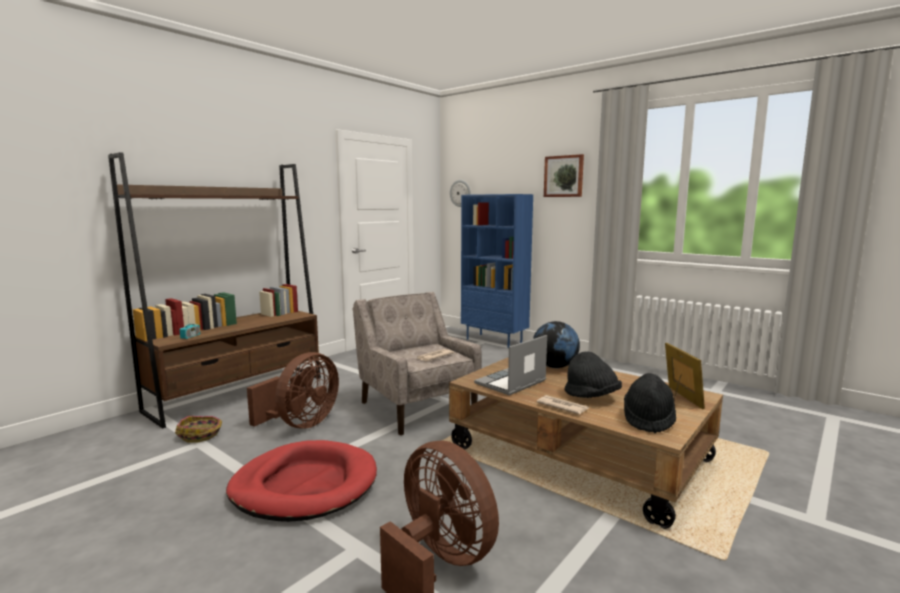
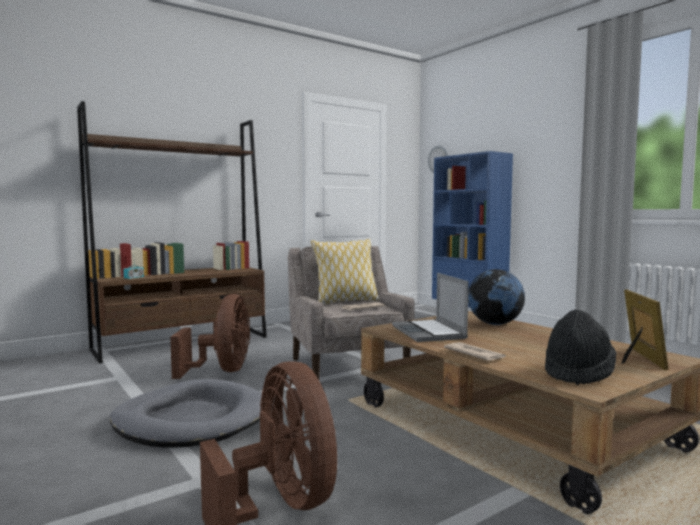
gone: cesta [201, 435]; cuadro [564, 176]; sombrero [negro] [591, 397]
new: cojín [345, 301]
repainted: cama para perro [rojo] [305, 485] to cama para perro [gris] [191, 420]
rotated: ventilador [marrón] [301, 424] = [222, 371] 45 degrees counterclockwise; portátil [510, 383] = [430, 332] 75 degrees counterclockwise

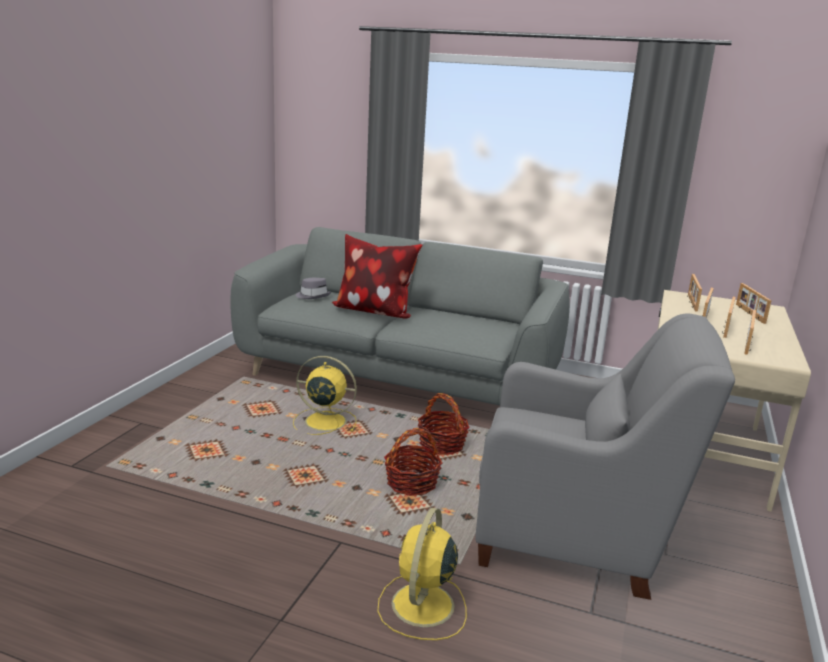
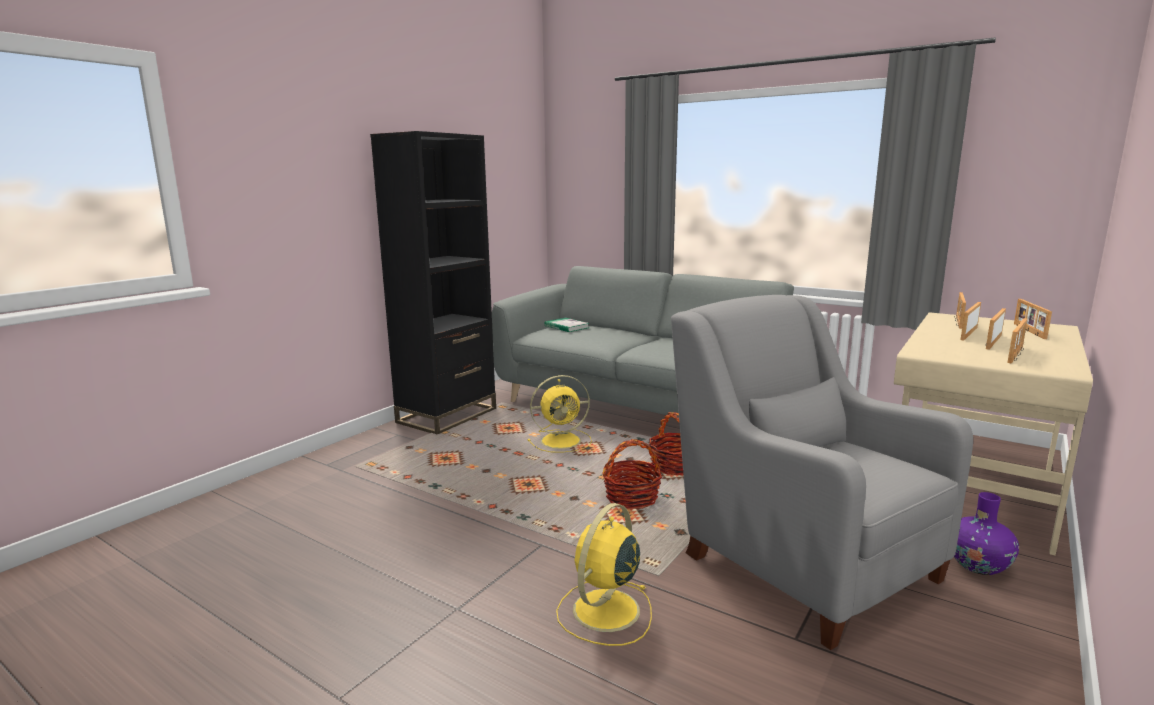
gone: cojín [374, 312]
new: estantería [negro] [447, 415]; florero [morado] [978, 565]
swapped: sombrero [gris] [313, 296] to libro [566, 327]
rotated: ventilador [amarillo] [323, 421] = [562, 441] 135 degrees clockwise; sillón [gris] [577, 535] = [799, 560] 150 degrees counterclockwise

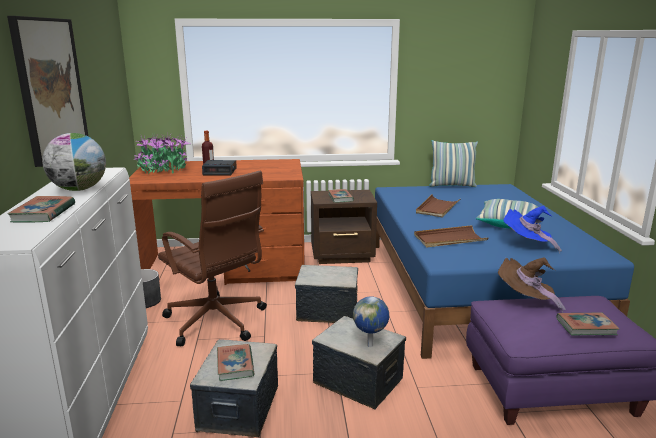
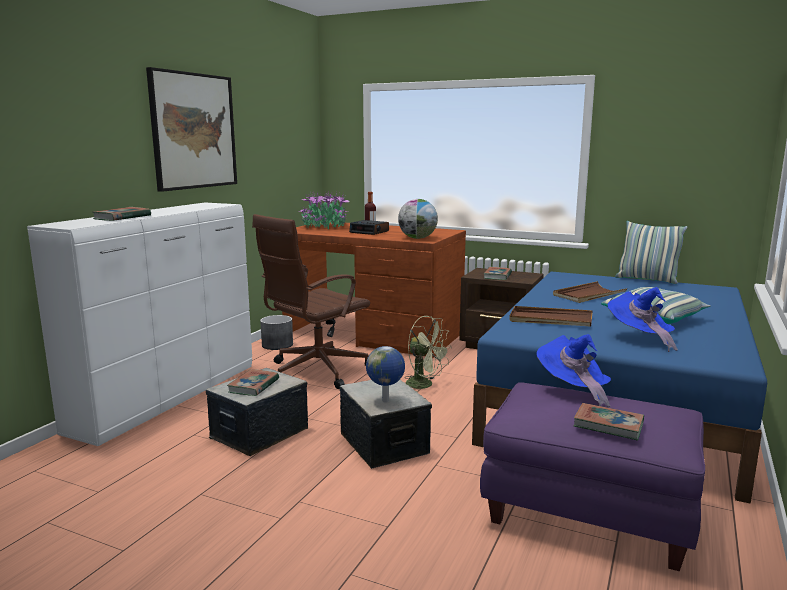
shifted: globo terráqueo [79, 189] to [417, 238]
swapped: caja de almacenaje [327, 311] to ventilador [verde] [425, 385]
repainted: sombrero [marrón] [525, 300] to sombrero [azul] [573, 390]
rotated: silla de oficina [marrón] [217, 322] = [315, 371] 60 degrees clockwise

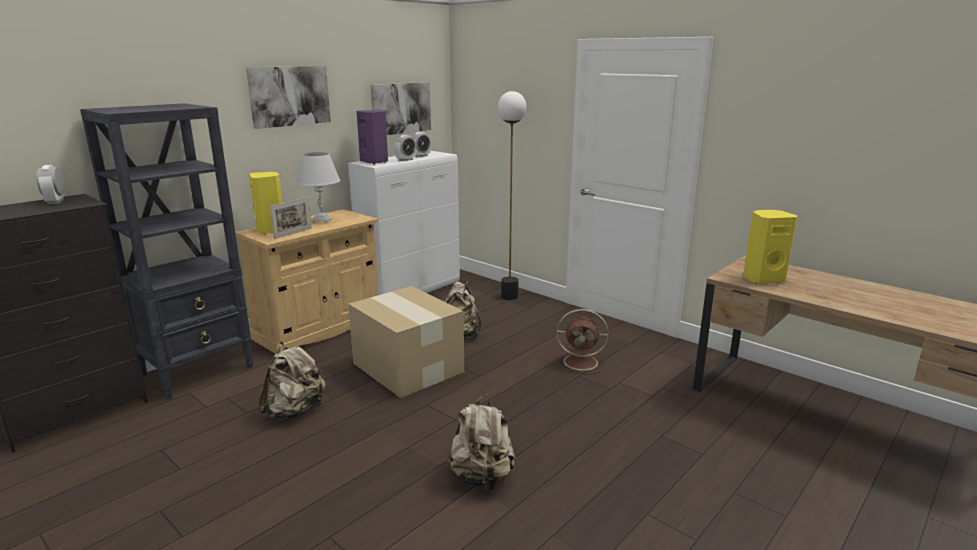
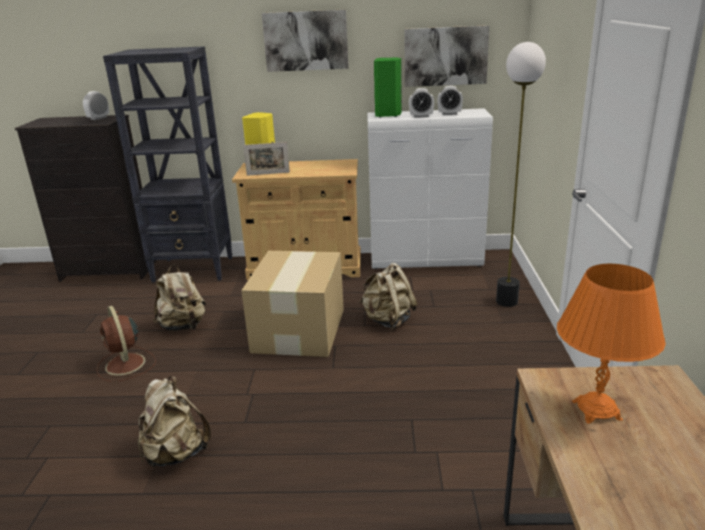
gone: lámpara de mesa [blanco] [322, 221]
shifted: ventilador [marrón] [582, 362] to [126, 365]
swapped: altavoz [amarillo] [762, 279] to lámpara de mesa [naranja] [596, 410]
repainted: altavoz [morado] [375, 162] to altavoz [verde] [388, 115]

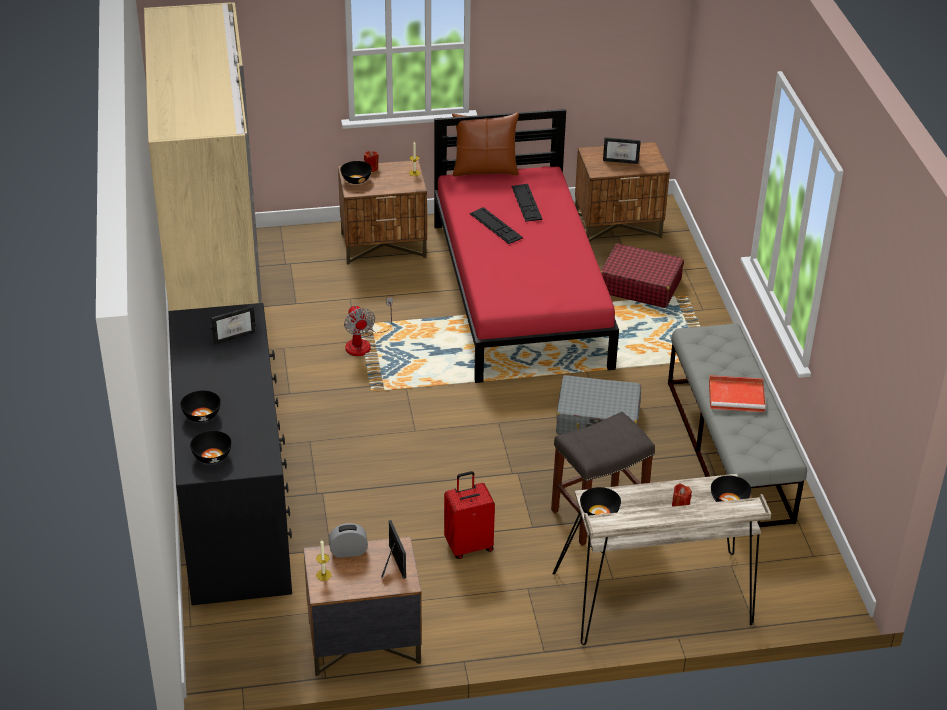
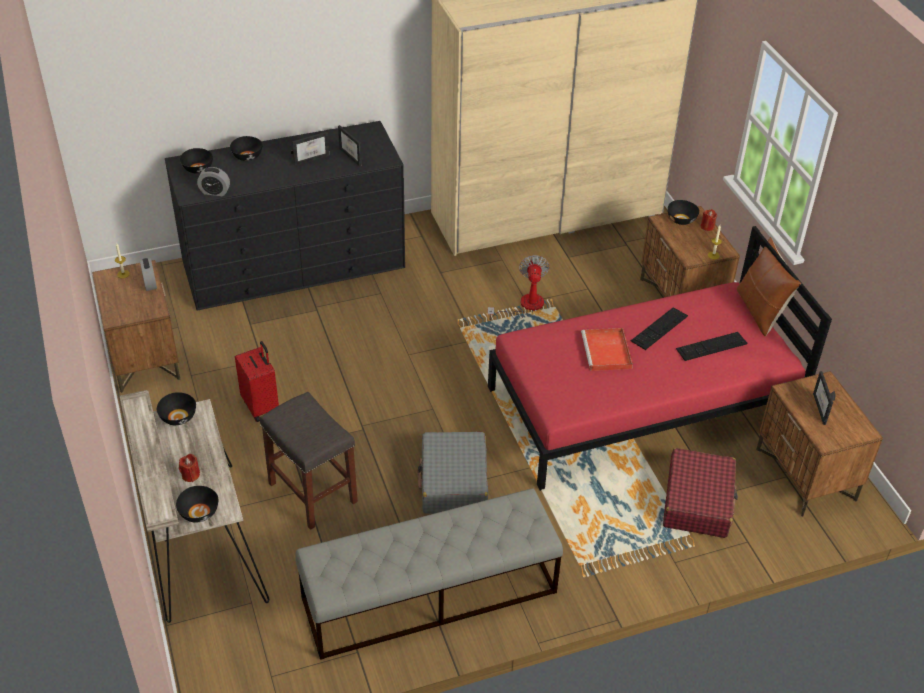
new: despertador [215, 192]
shifted: portarretratos [392, 562] to [311, 158]; bandeja [rojo] [737, 396] to [607, 352]
rotated: ventilador [363, 343] = [524, 306] 120 degrees clockwise

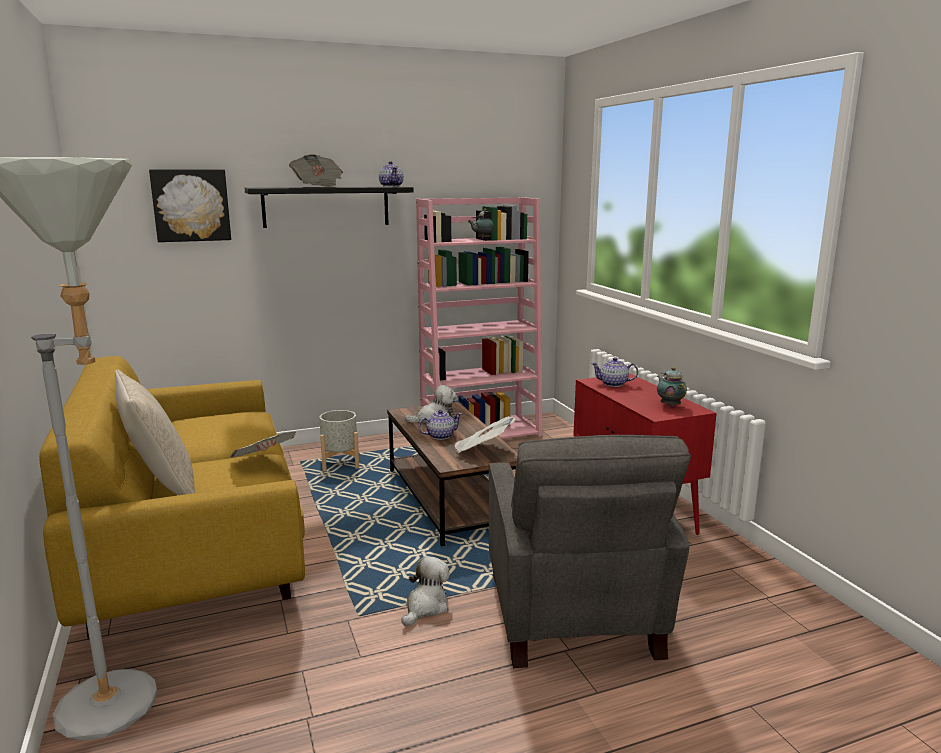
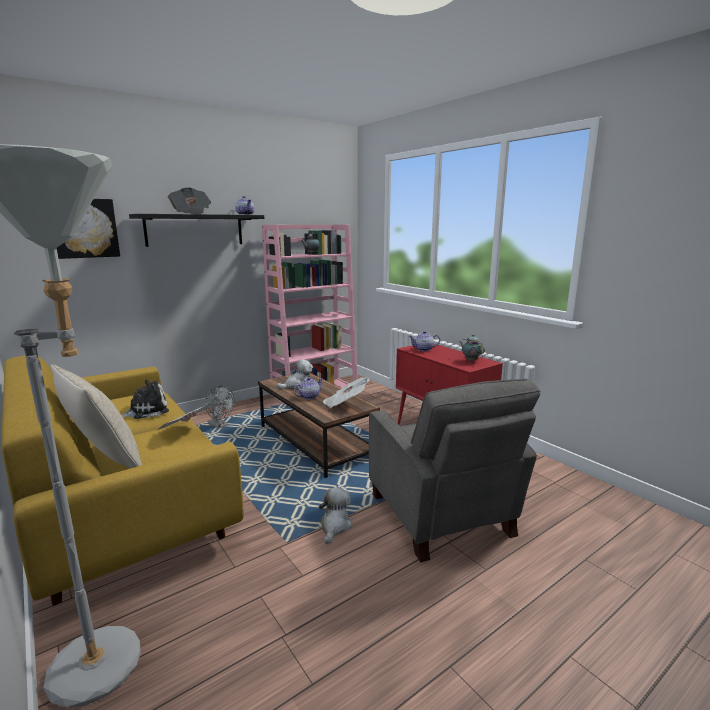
new: peluche [146, 411]
swapped: maceta [gris] [340, 463] to ventilador [gris] [220, 425]

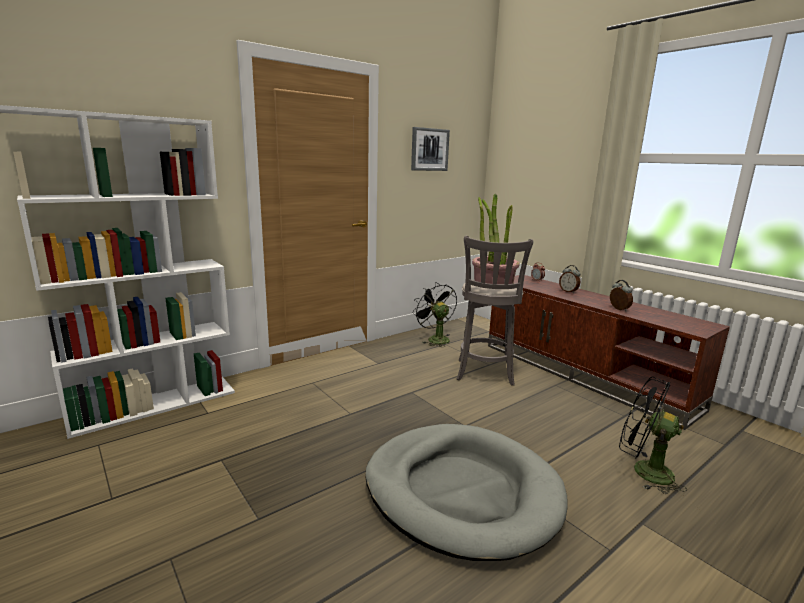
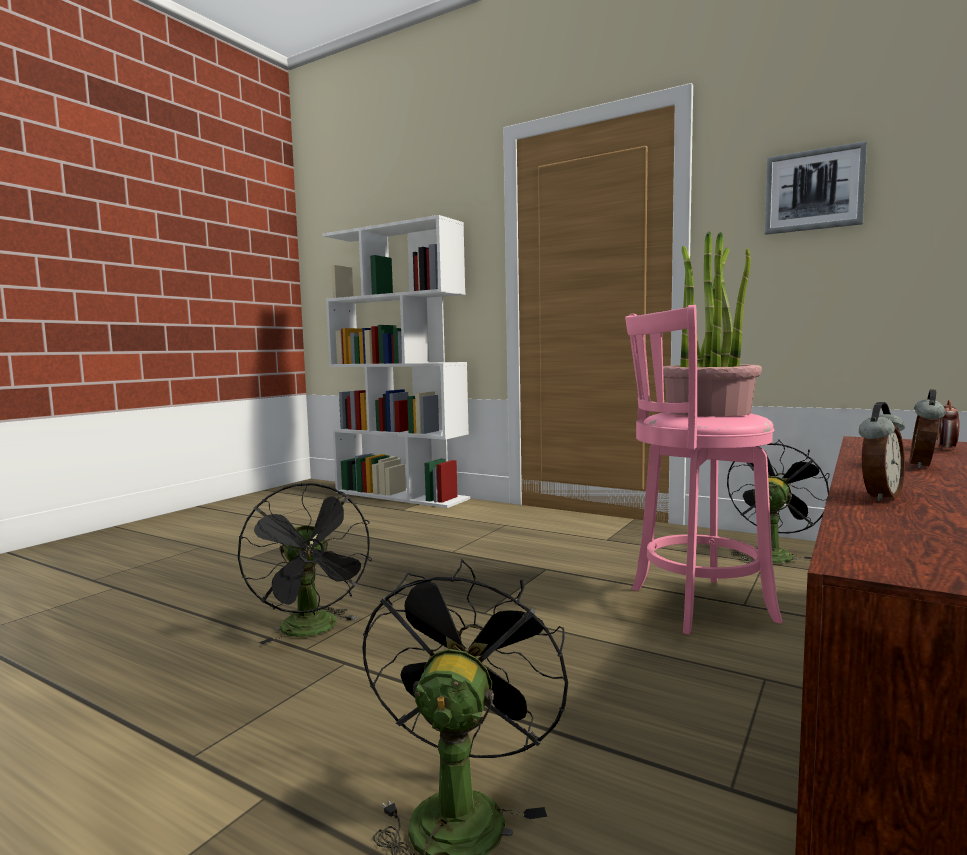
swapped: cama para perro [gris] [461, 492] to ventilador [negro] [313, 630]
repainted: taburete [gris] [484, 374] to taburete [rosa] [694, 605]

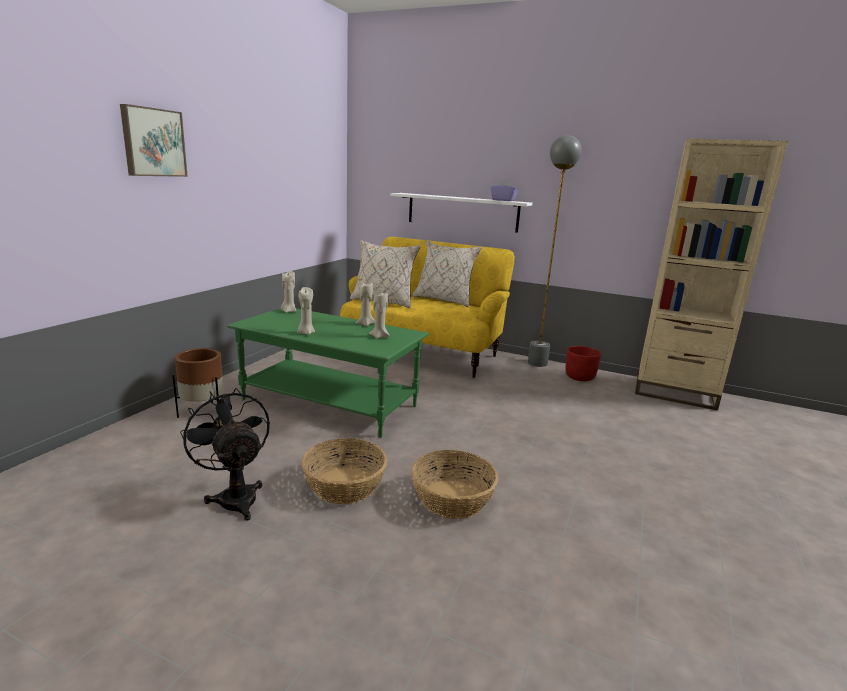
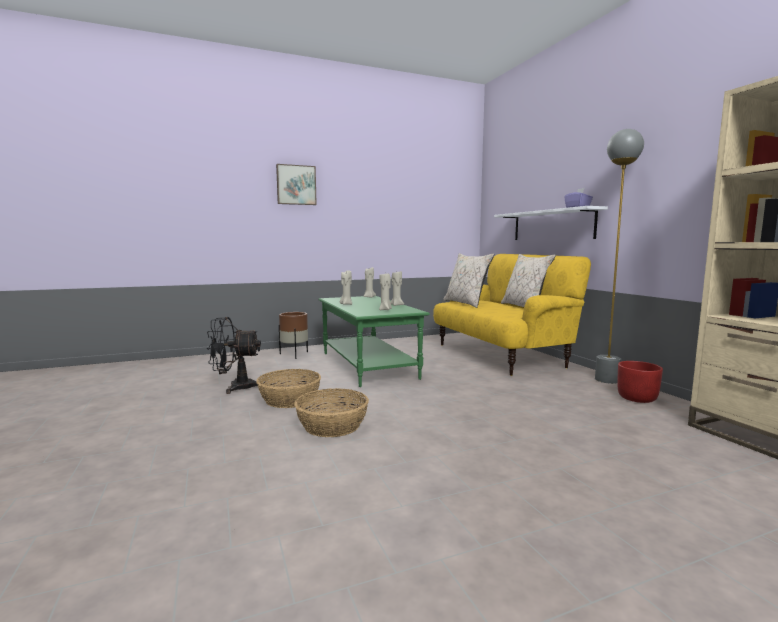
rotated: ventilador [negro] [235, 496] = [235, 387] 105 degrees counterclockwise

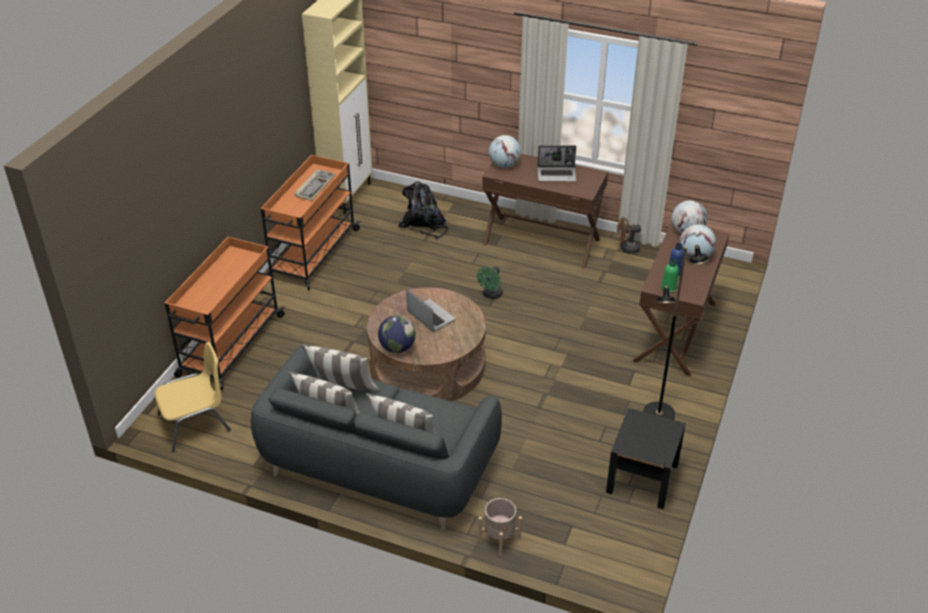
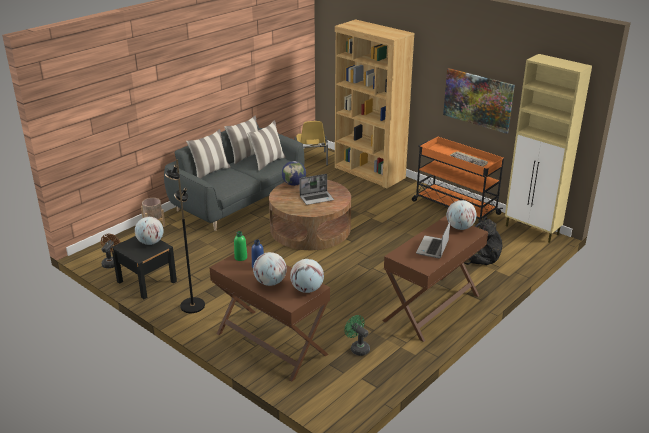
new: globo terráqueo [150, 242]; cuadro [478, 100]
shifted: ventilador [verde] [491, 295] to [357, 348]; ventilador [marrón] [627, 248] to [111, 262]
swapped: carrito [naranja] [230, 346] to estantería [marrón] [369, 173]

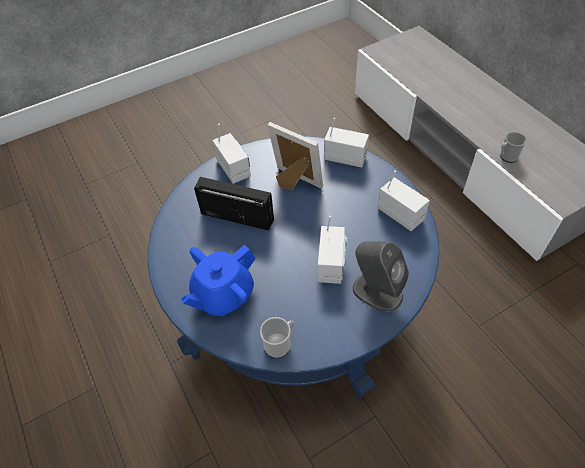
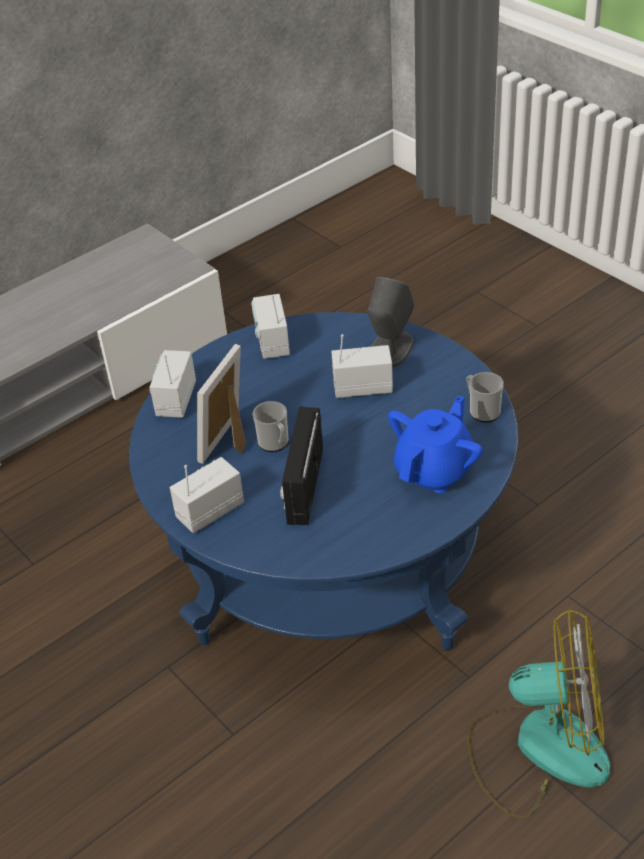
new: ventilador [538, 747]
shifted: taza grande [506, 157] to [275, 443]
rotated: tetera [azul] [223, 295] = [434, 470] 90 degrees counterclockwise; radio [400, 214] = [272, 343] 45 degrees counterclockwise

